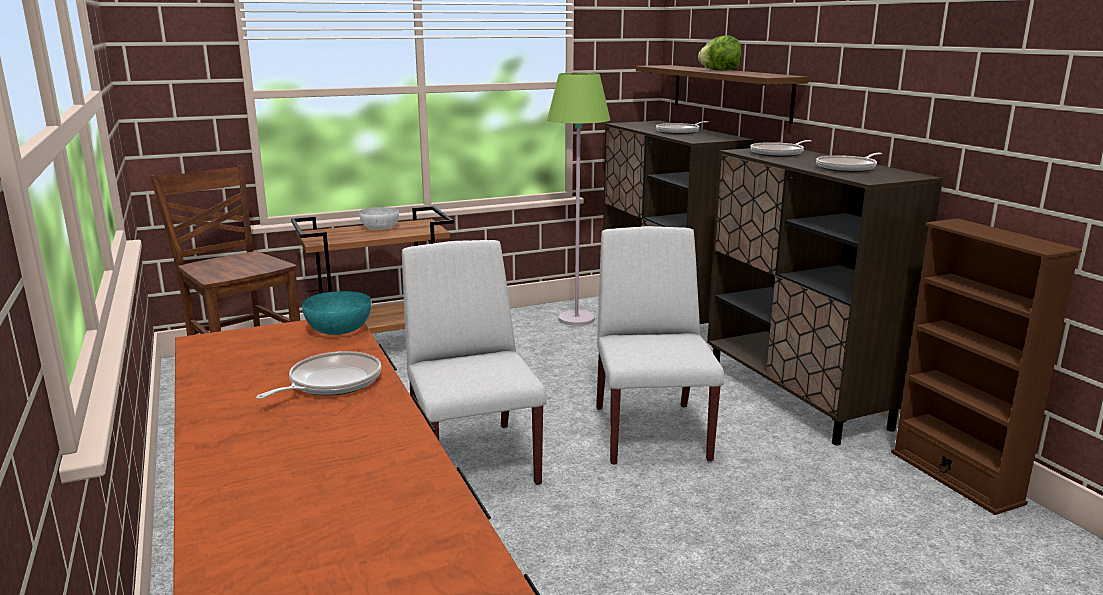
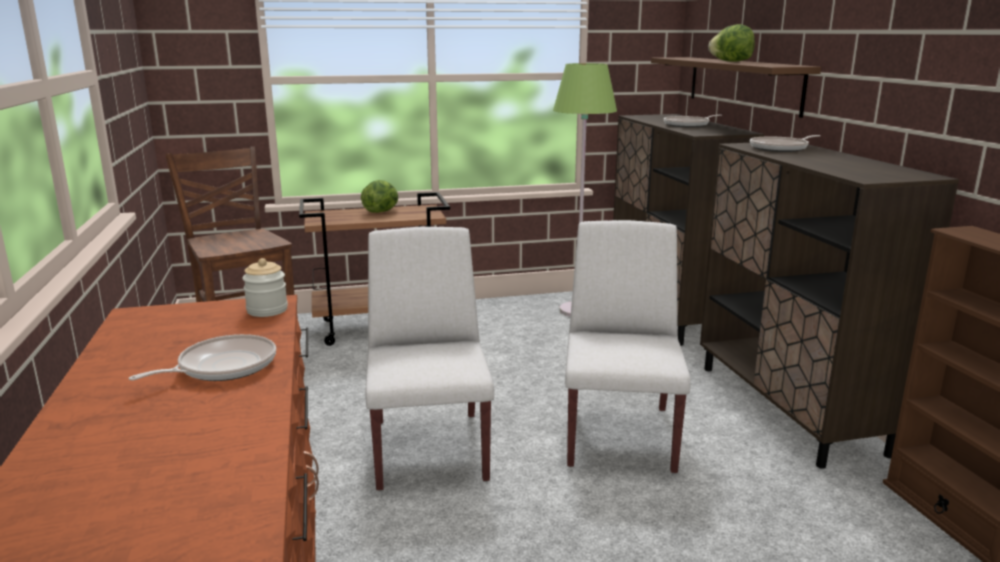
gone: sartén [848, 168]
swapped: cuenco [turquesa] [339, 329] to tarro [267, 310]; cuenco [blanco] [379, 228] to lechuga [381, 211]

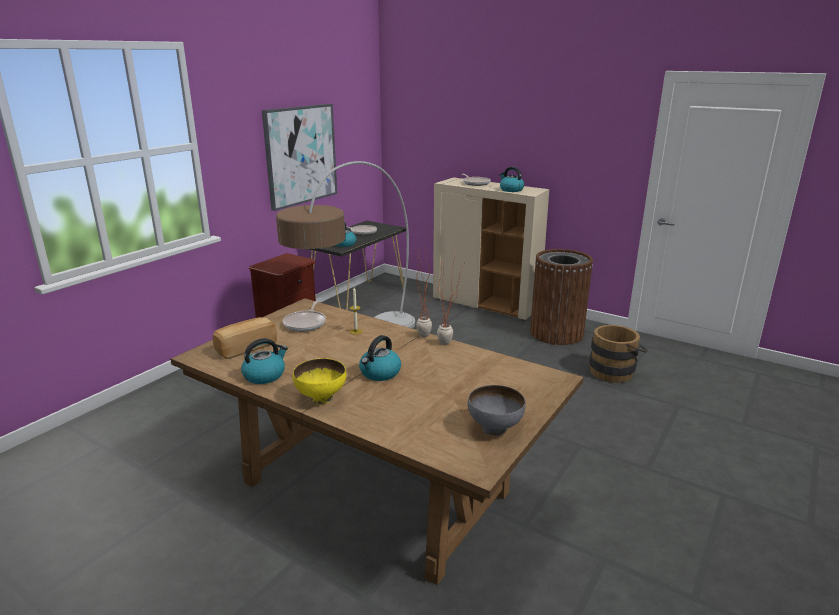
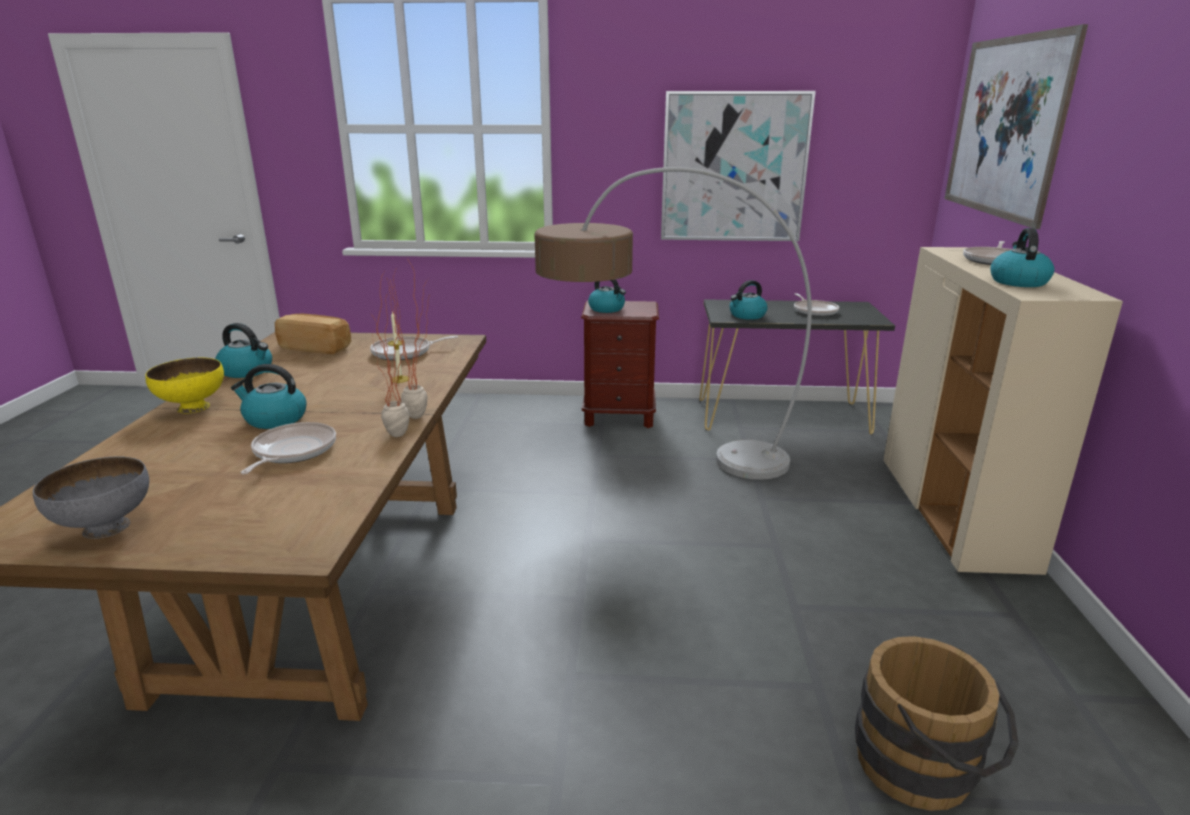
gone: papelera [marrón] [556, 333]
new: sartén [292, 451]; hervidor [607, 309]; cuadro [1005, 127]

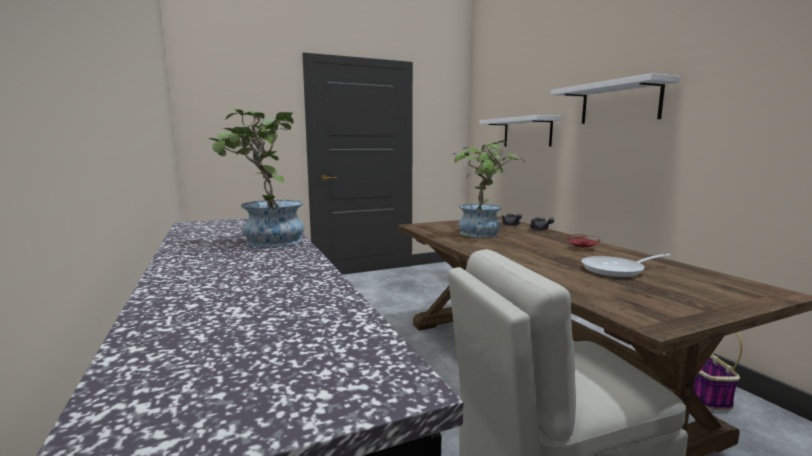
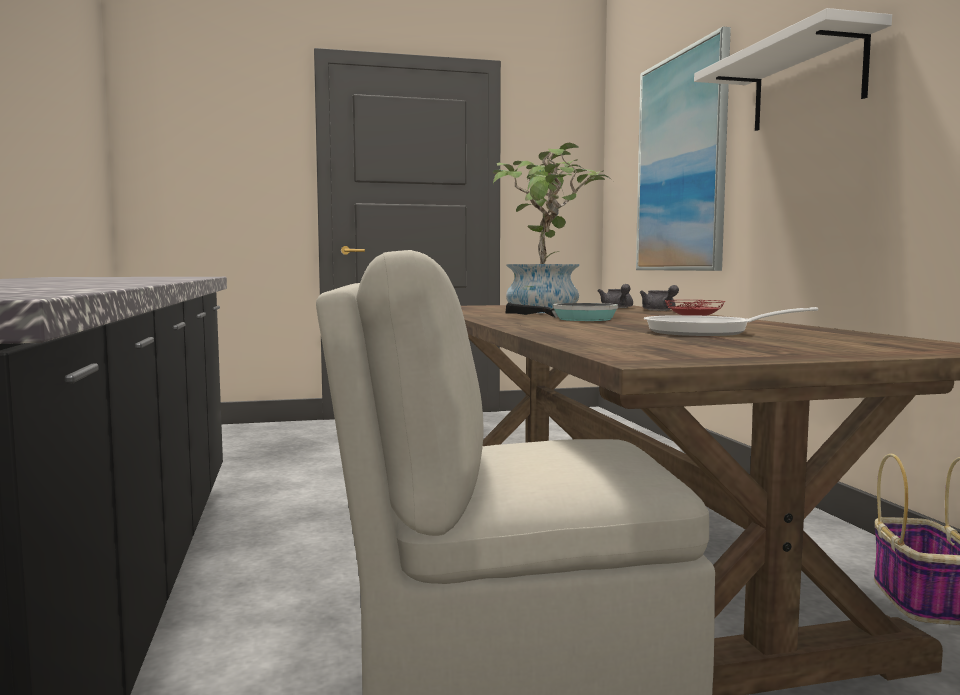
gone: planta en maceta [265, 241]
new: sartén [578, 319]
swapped: estante [blanco] [527, 132] to cuadro [681, 163]

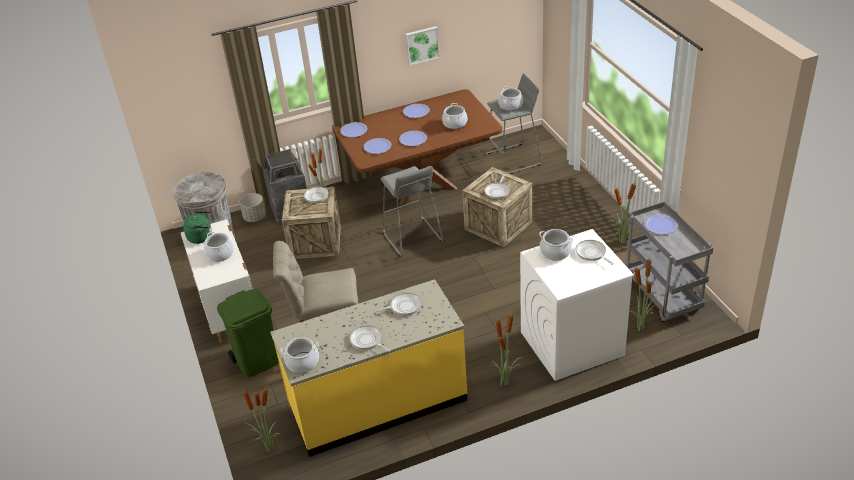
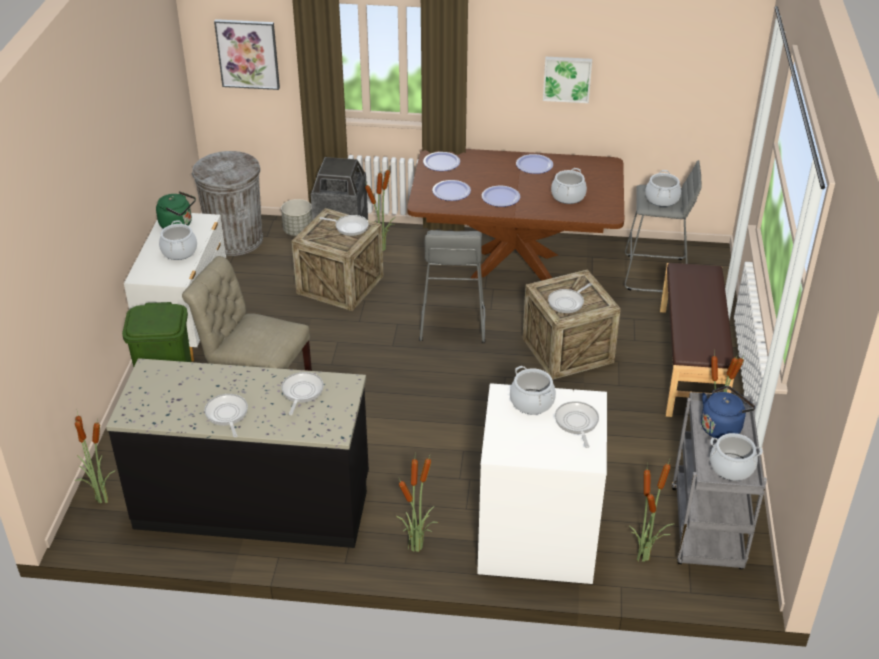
new: cuadro [248, 54]; banco [marrón] [691, 362]
shifted: olla [302, 362] to [731, 467]
swapped: plato [660, 225] to hervidor [azul] [722, 427]
repainted: mueble bajo de cocina [amarillo] [378, 403] to mueble bajo de cocina [negro] [253, 503]
rotated: sartén [403, 306] = [301, 392] 90 degrees counterclockwise

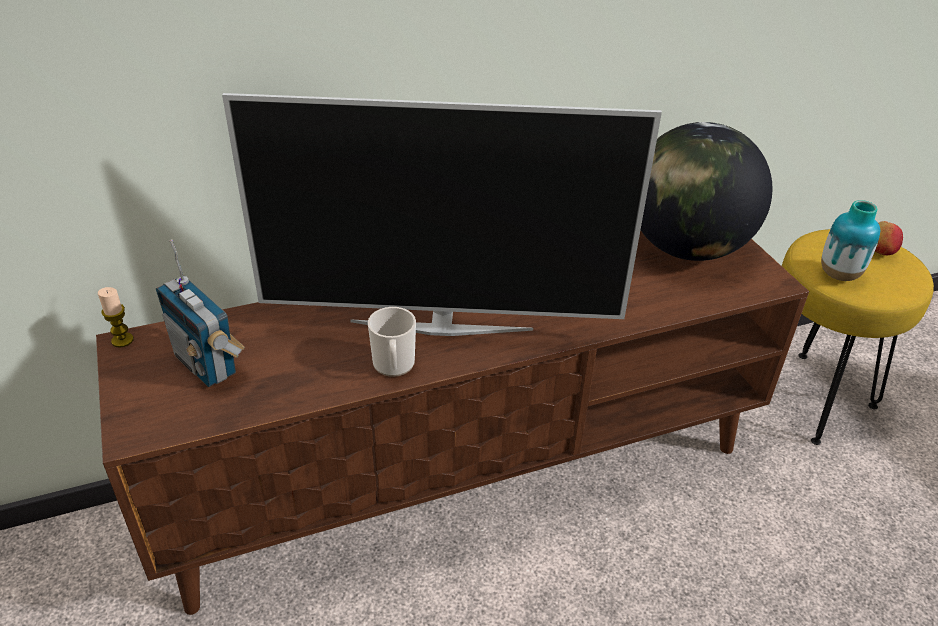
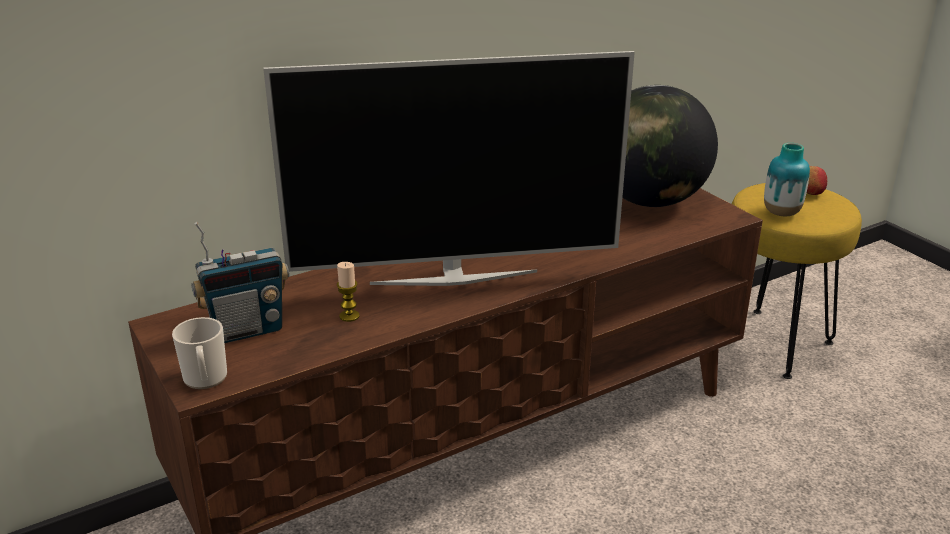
shifted: vela [122, 340] to [349, 316]; taza grande [394, 366] to [205, 379]
rotated: radio [207, 364] = [247, 330] 60 degrees counterclockwise

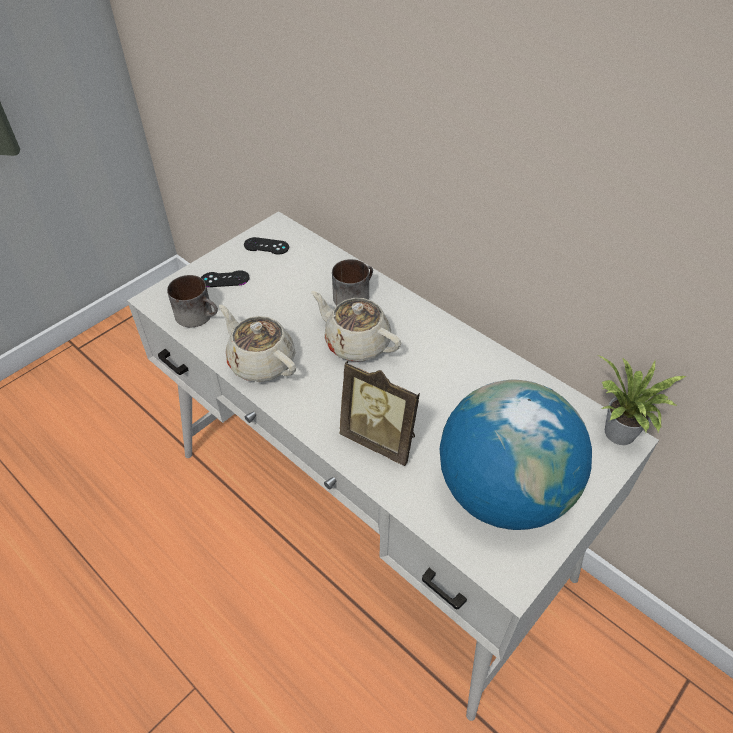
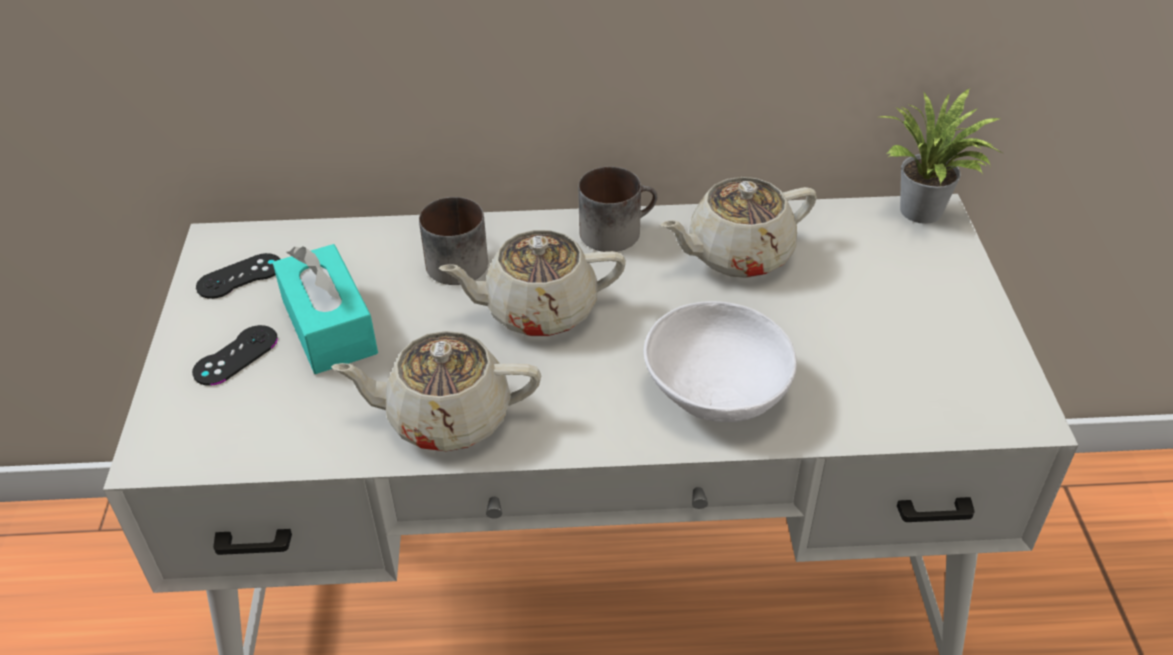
gone: globo terráqueo [503, 492]
new: caja de pañuelos [turquesa] [329, 326]; tetera [beis] [737, 254]
shifted: taza grande [199, 315] to [616, 229]
swapped: portarretratos [381, 439] to cuenco [blanco] [718, 390]

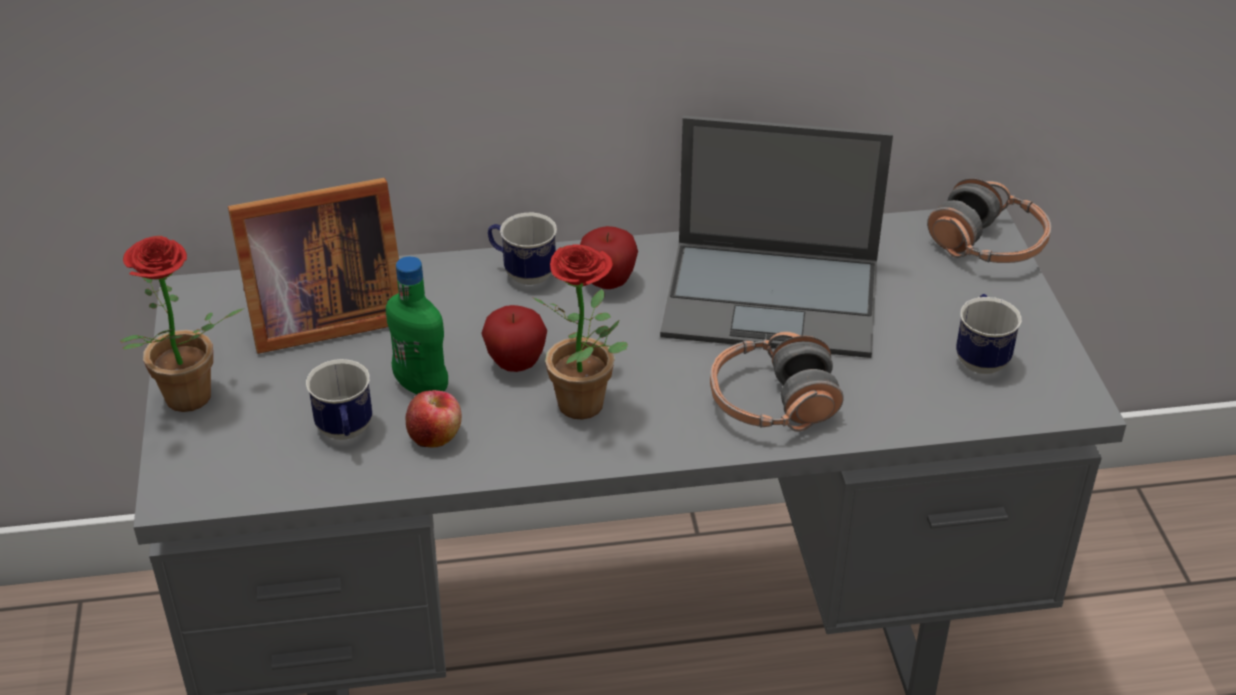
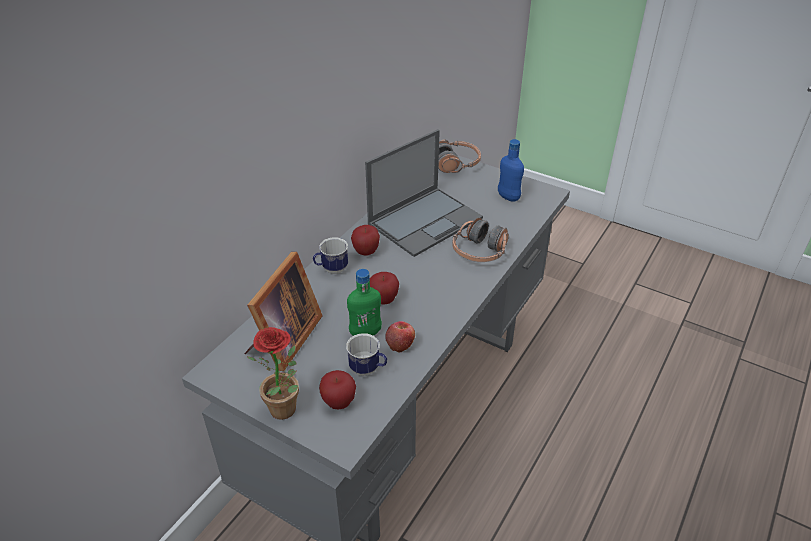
gone: planta en maceta [589, 408]
new: manzana [339, 402]
swapped: taza grande [980, 357] to botella [azul] [508, 197]

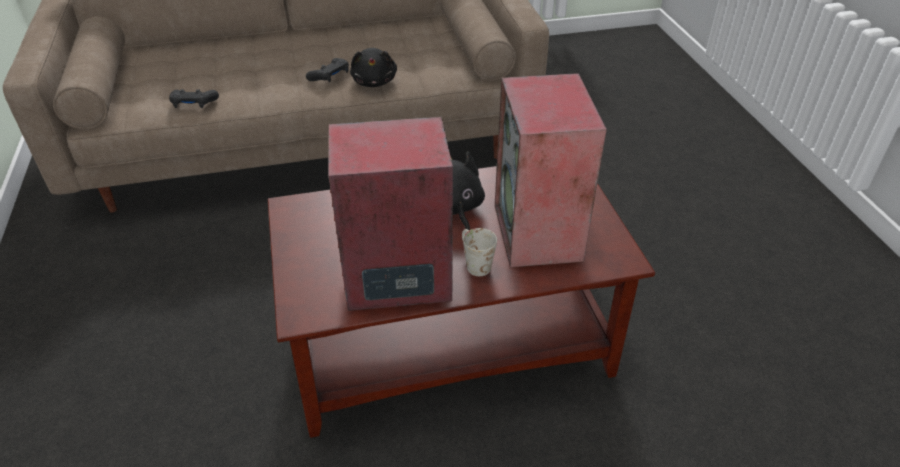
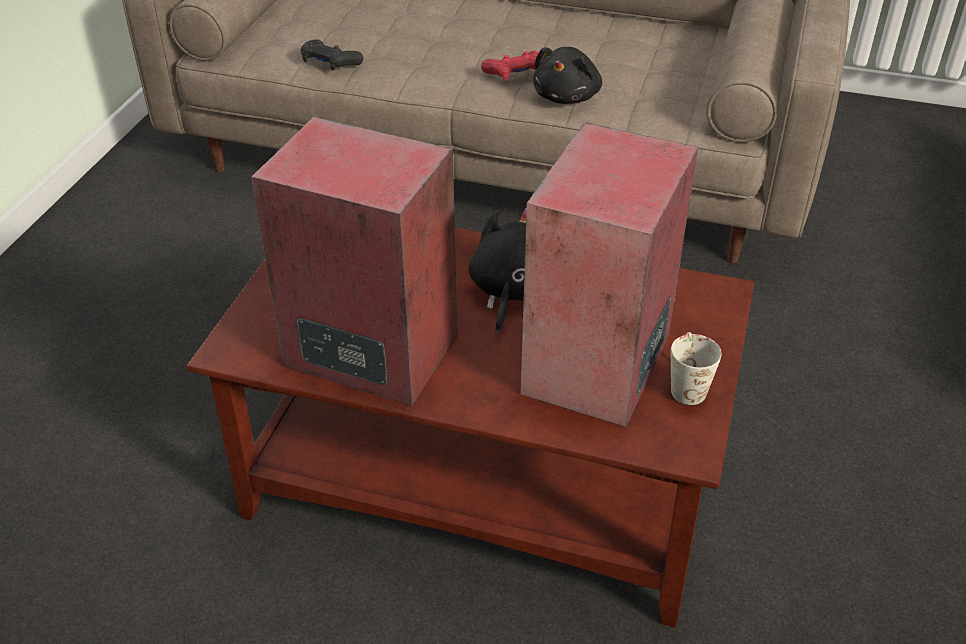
shifted: taza grande [blanco] [474, 263] to [686, 384]
repainted: mando de consola [negro] [330, 76] to mando de consola [rojo] [515, 73]

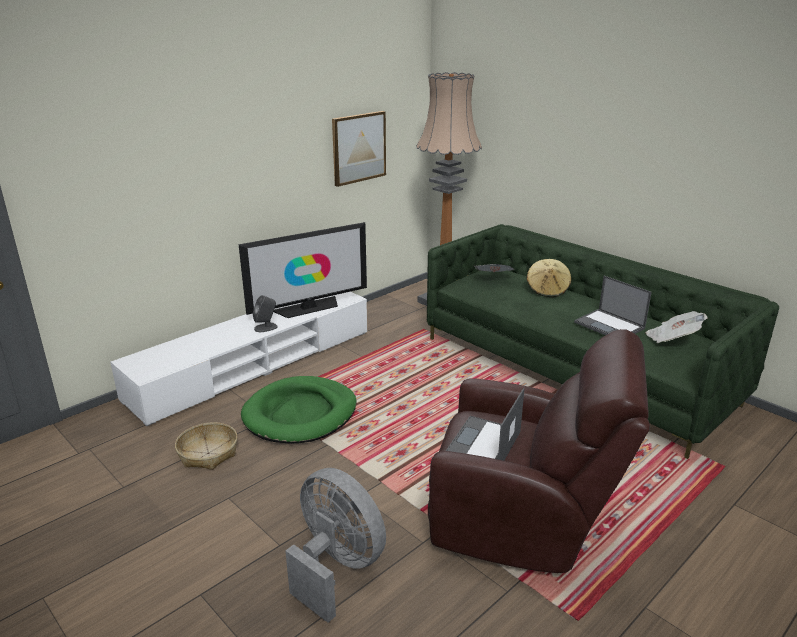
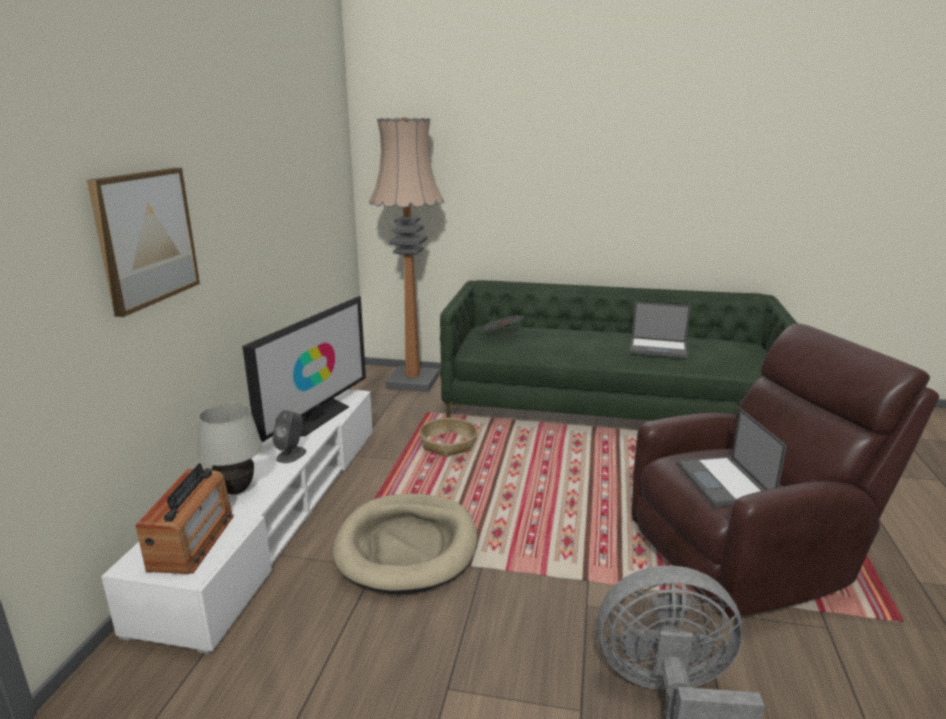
gone: sombrero [beis] [547, 290]; periódico [672, 339]
new: radio [192, 541]; lámpara de mesa [blanco] [236, 491]
shifted: cesta [208, 453] to [448, 444]; cuadro [358, 148] to [145, 238]
repainted: cama para perro [verde] [300, 414] to cama para perro [beis] [407, 547]

